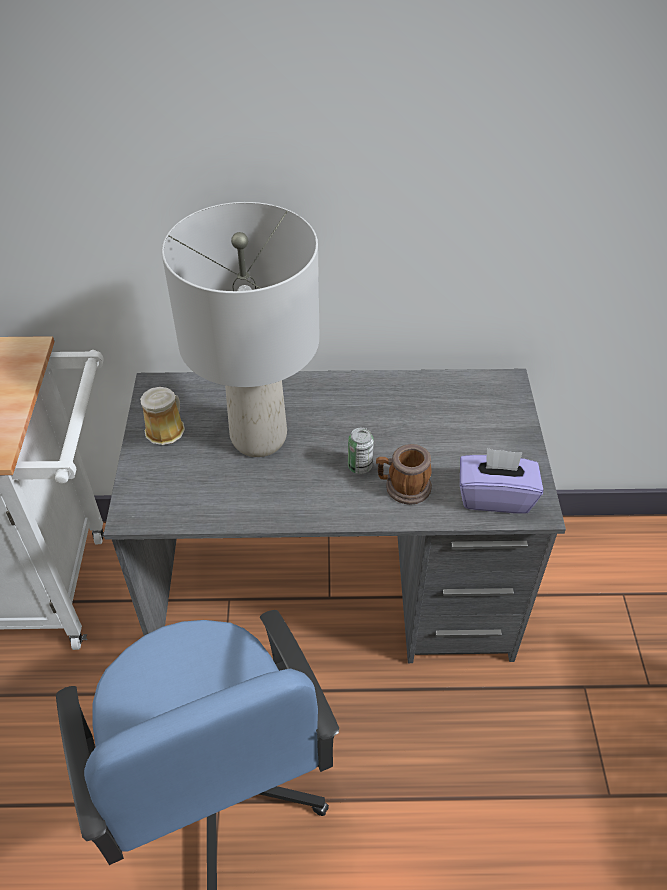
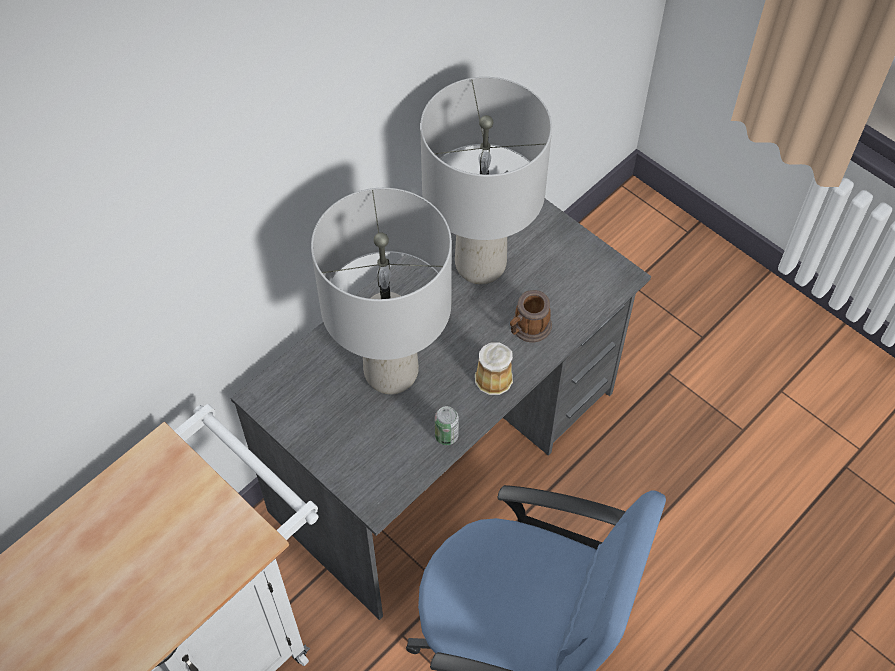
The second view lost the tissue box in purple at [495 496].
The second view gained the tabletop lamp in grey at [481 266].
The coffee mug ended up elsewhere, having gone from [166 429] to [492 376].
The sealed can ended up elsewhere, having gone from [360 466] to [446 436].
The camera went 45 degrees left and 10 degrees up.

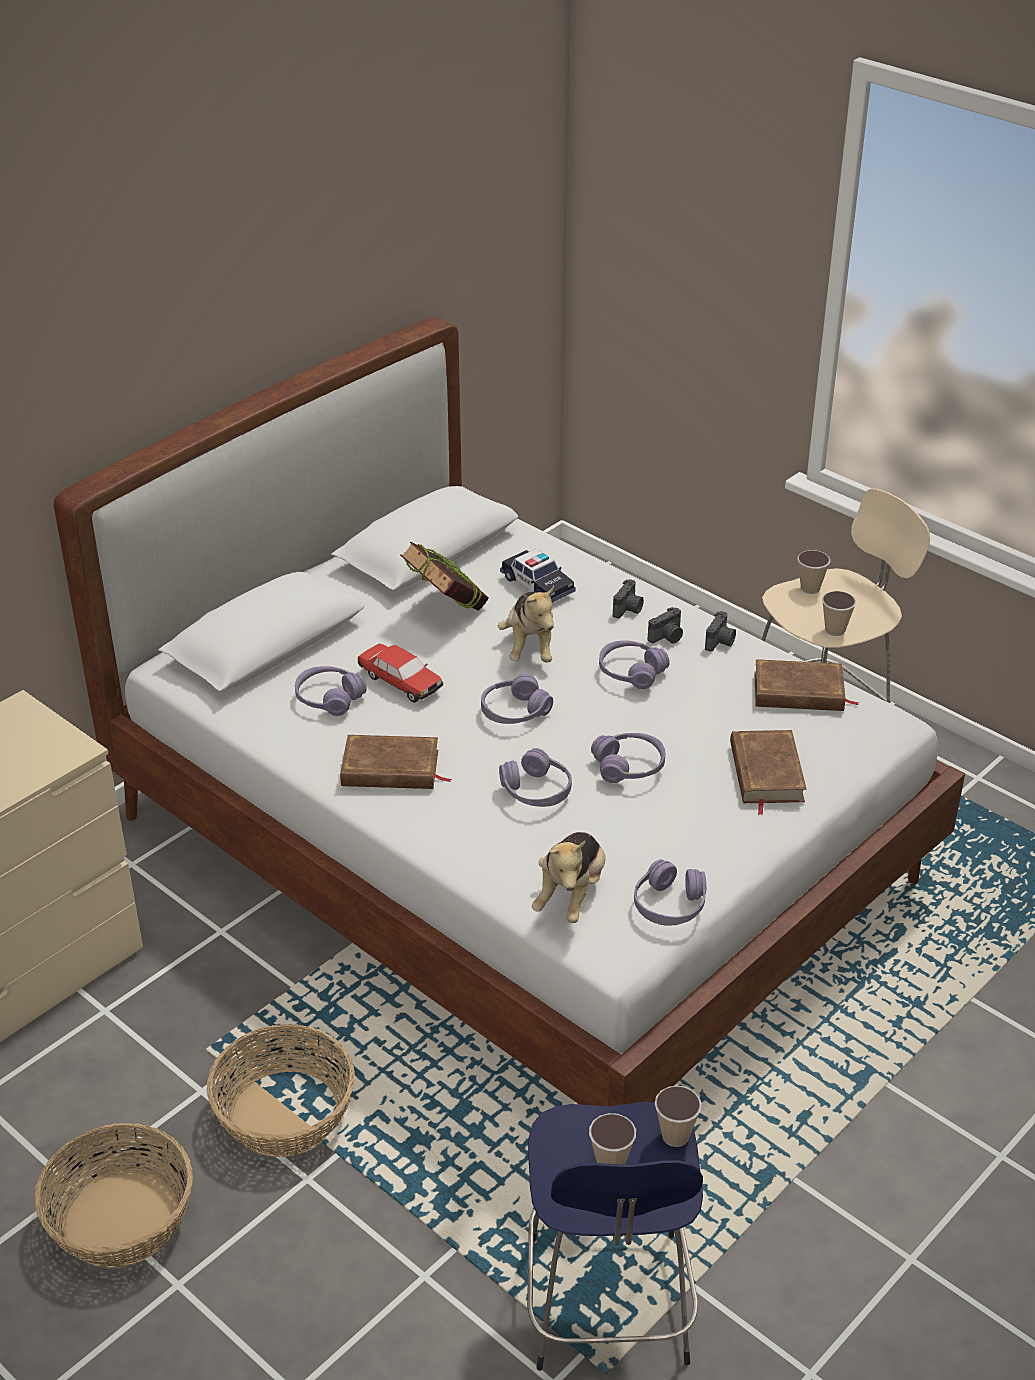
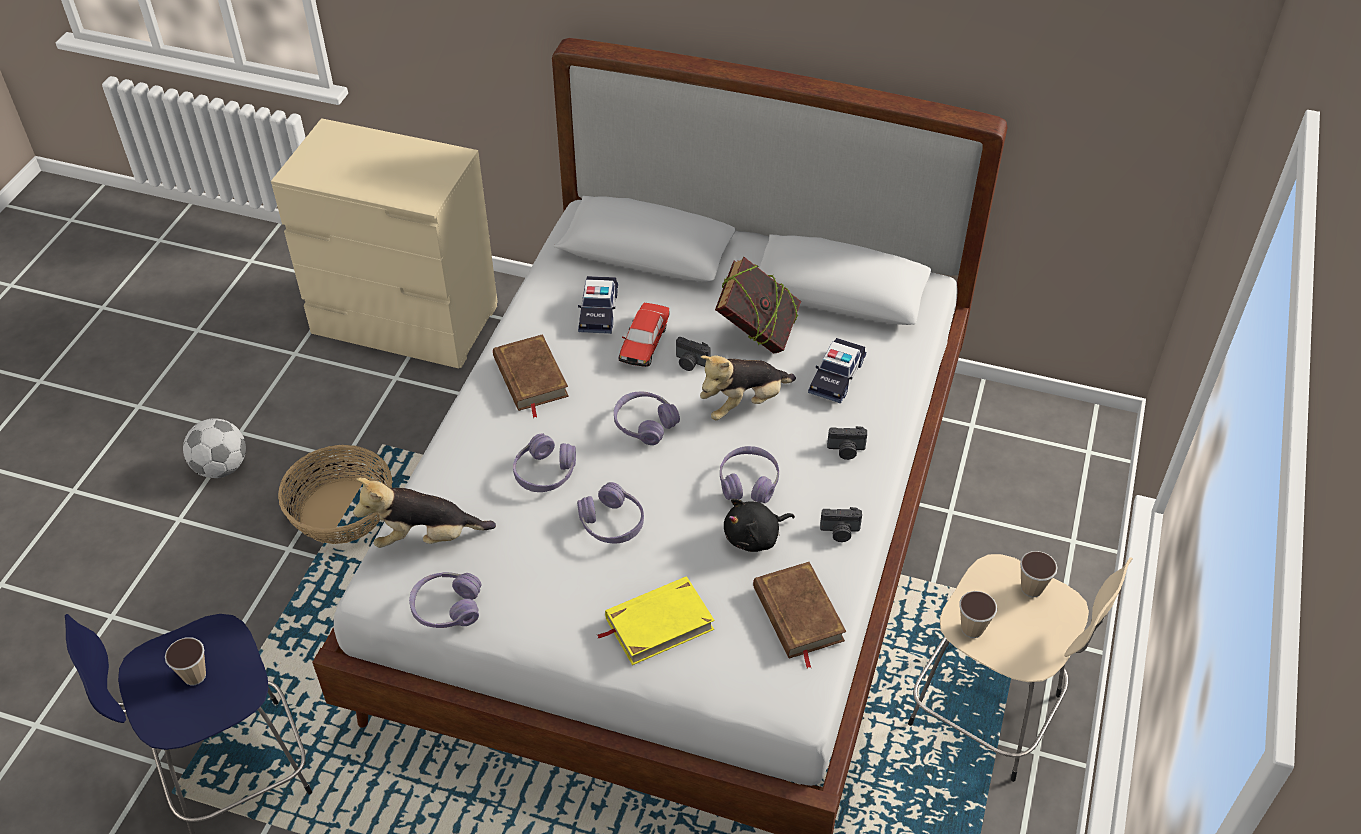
The second view lost the small cup at [675 1136].
The second view gained the cuddly toy in black-coloured at [754 537].
The photo camera ended up elsewhere, having gone from [667 637] to [690 363].
Where the household basket stood at [120 1219], the football ball came to stand at [222 467].
Where the pair of headphones in purple stood at [329 698], the miniature car came to stand at [598 311].
What was the volume in brown at [765 773] turned into the volume in yellow at [658 624].
The camera went 65 degrees right and 10 degrees up.

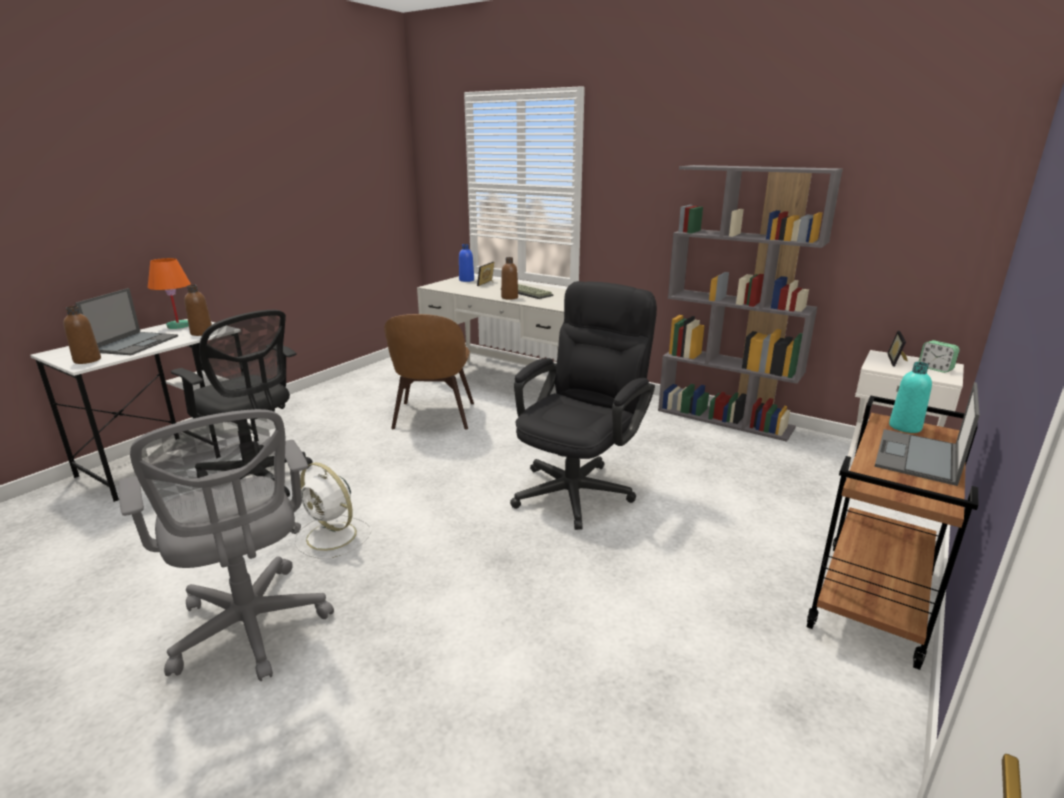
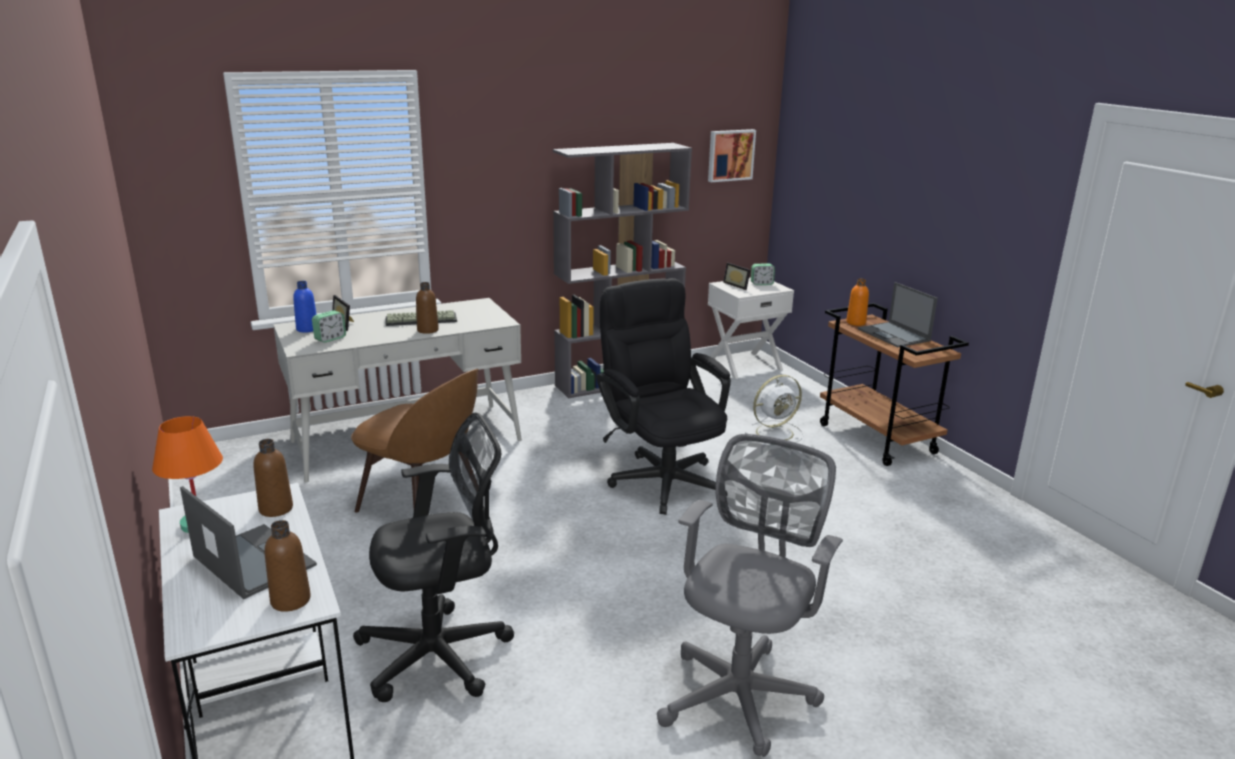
The second view gained the alarm clock at [330 338].
The second view gained the picture at [730 155].
The cooling fan in white ended up elsewhere, having gone from [333 537] to [776 432].
What was the drink bottle in turquoise-coloured at [905 427] turned into the drink bottle in orangey at [856 323].
The computer chair in grey at [251 630] ended up facing another way, 60 degrees counterclockwise from before.
The camera went 60 degrees left and 0 degrees up.

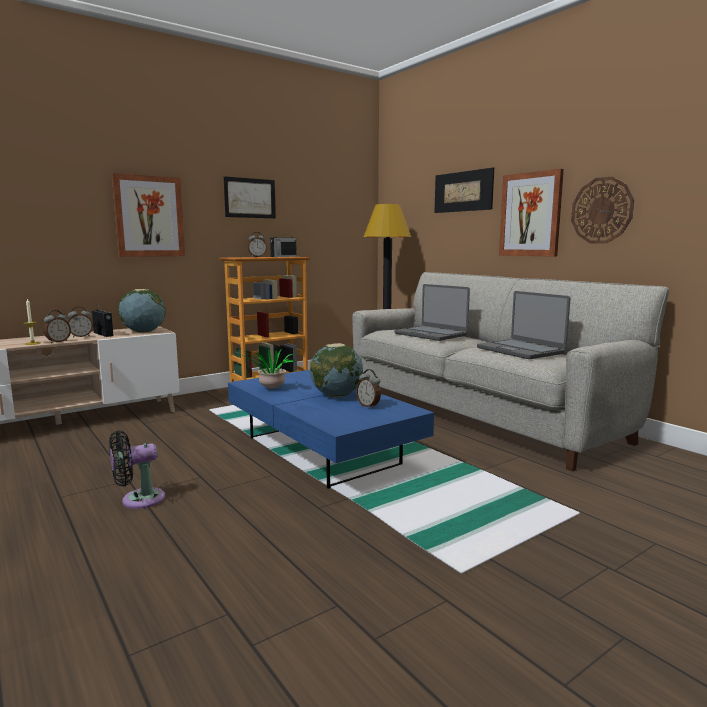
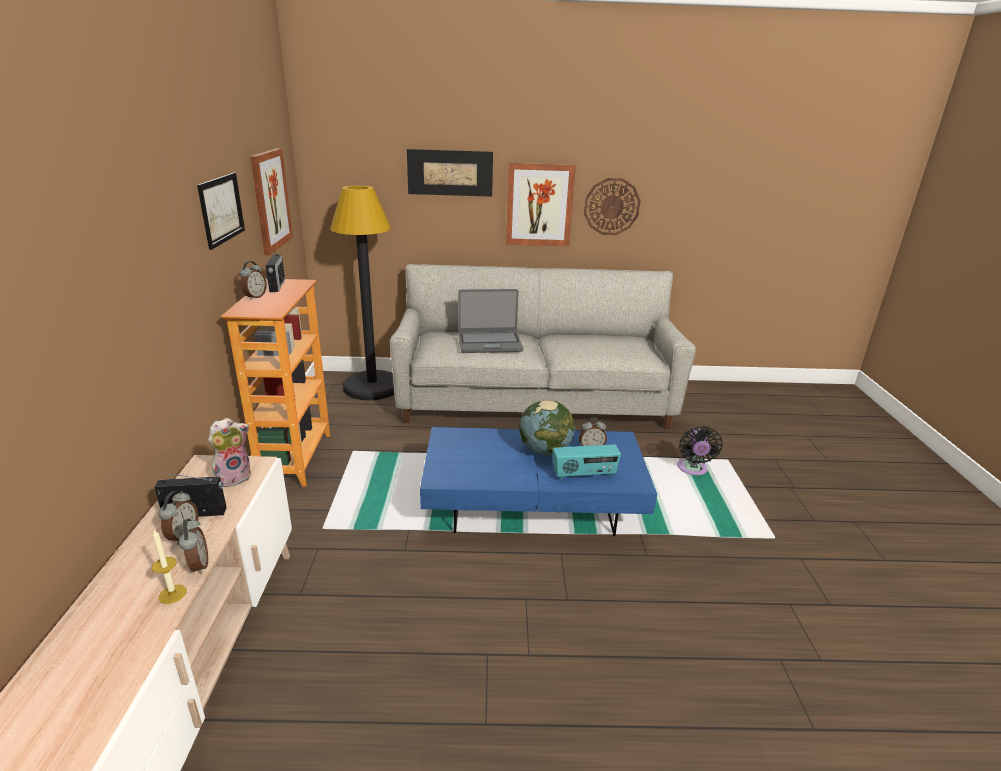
The second view lost the plant in a pot at [271 389].
The second view lost the notebook computer at [520 350].
The second view gained the radio receiver at [584 474].
The cooling fan in black-coloured ended up elsewhere, having gone from [138 500] to [692 470].
The picture ended up elsewhere, having gone from [149 216] to [270 200].
Where the desk globe stood at [143 332], the cuddly toy came to stand at [234 477].
The camera went 55 degrees left and 15 degrees up.

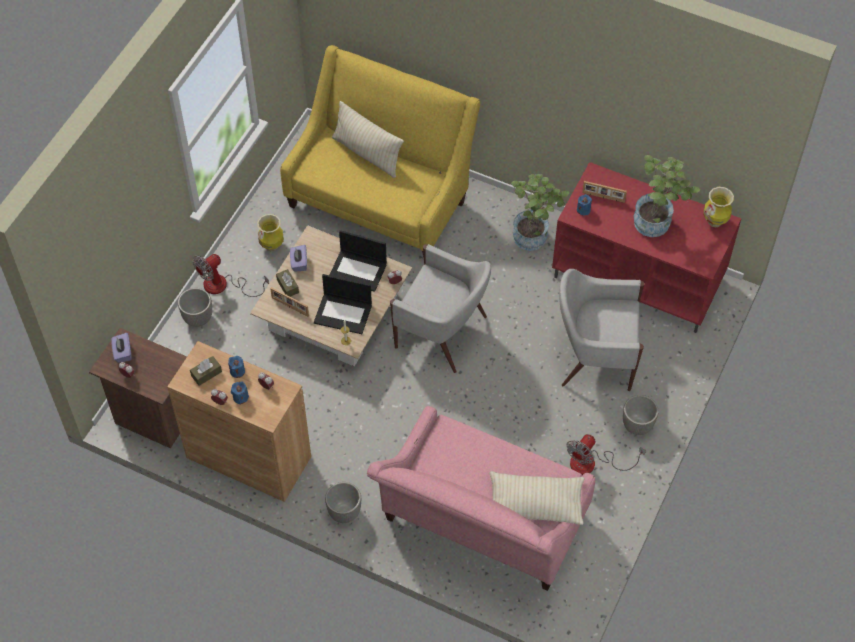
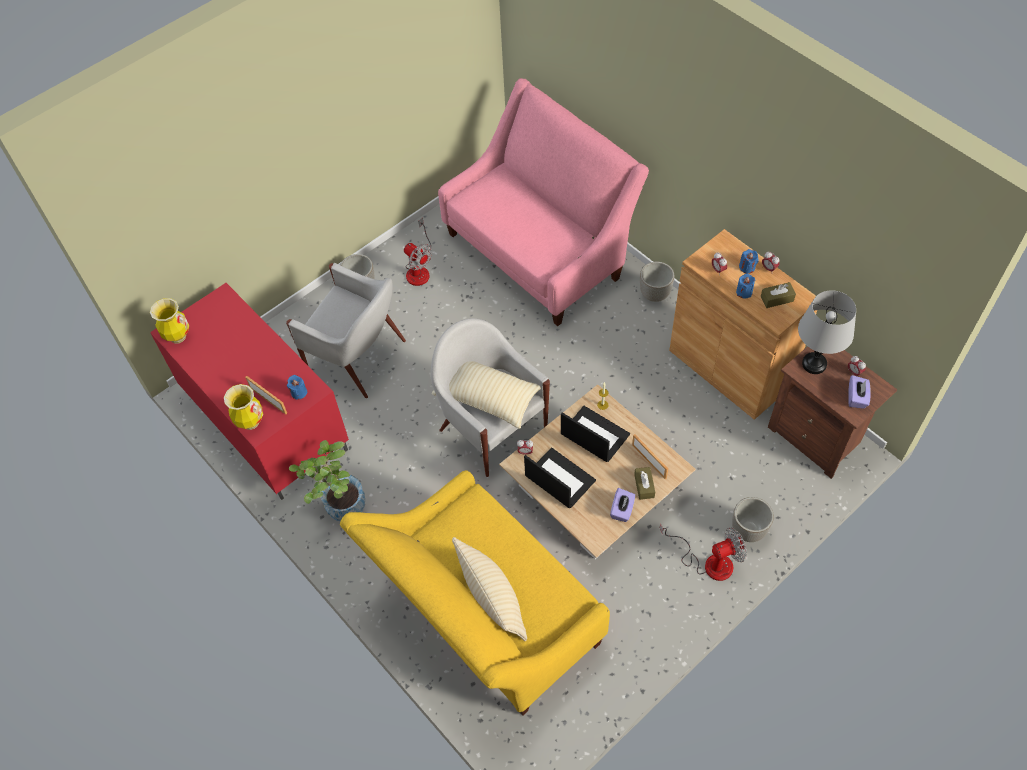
The second view lost the plant in a pot at [657 222].
The second view gained the tabletop lamp in grey at [814 364].
The decorative vase ended up elsewhere, having gone from [272 246] to [250 422].
The pillow in beige ended up elsewhere, having gone from [535 504] to [488 397].
The cooling fan at [592 464] ended up facing another way, 75 degrees clockwise from before.
The camera went 155 degrees left and 0 degrees up.

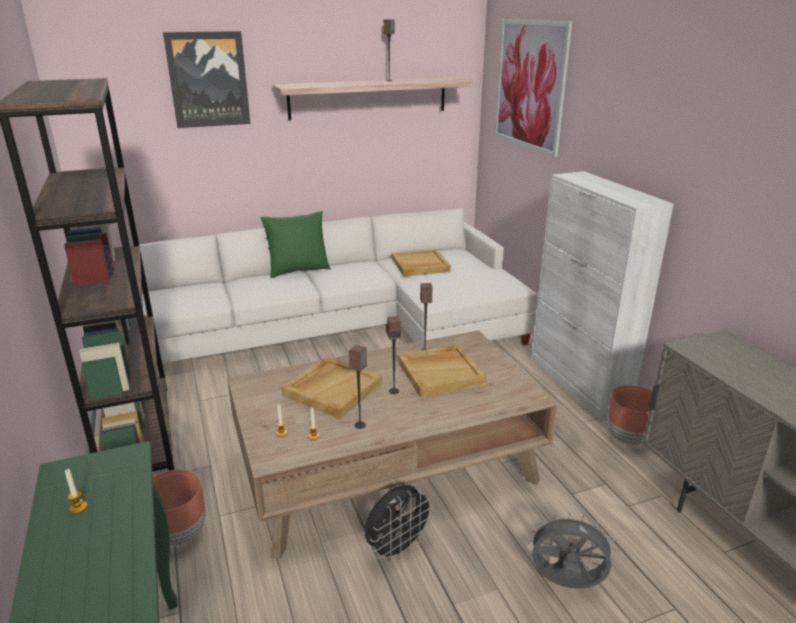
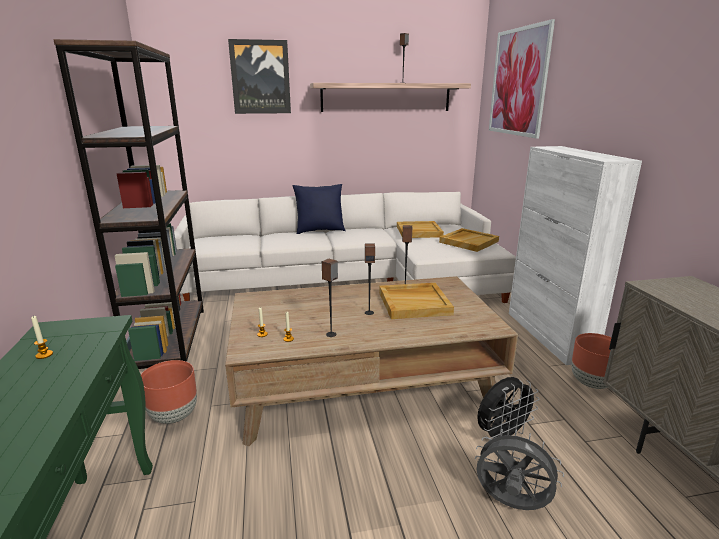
The carrying tray in beige ended up elsewhere, having gone from [332 389] to [468 242].
The cooling fan in black-coloured ended up elsewhere, having gone from [397 549] to [502 436].
What was the pillow in green-coloured at [298 271] turned into the pillow in bluish at [319 231].
The camera went 10 degrees right and 5 degrees down.

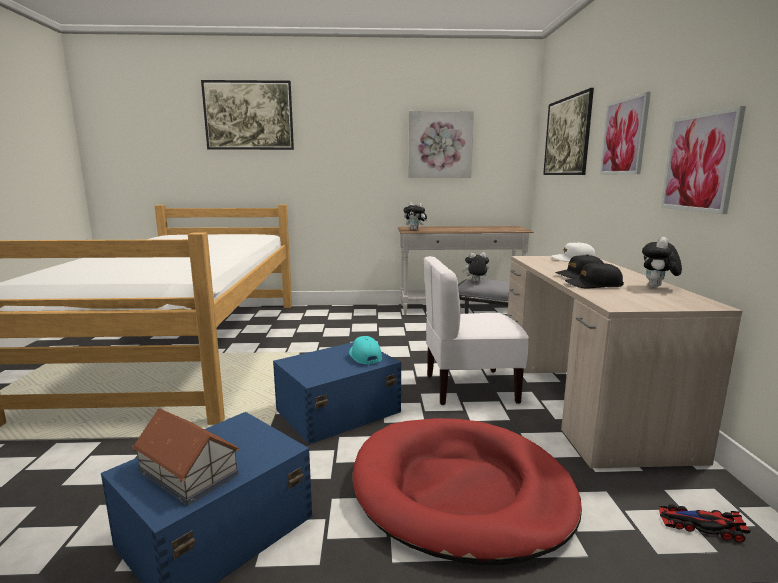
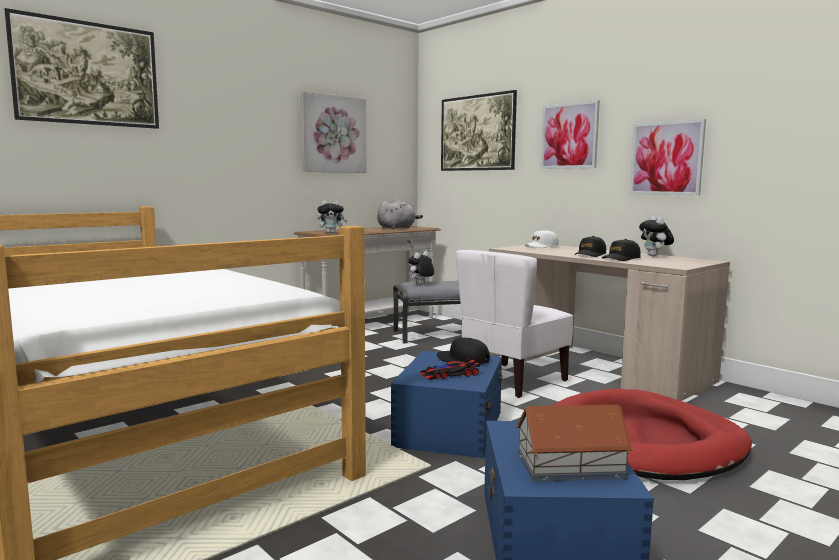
The second view gained the cuddly toy in grey at [397 228].
The miniature car ended up elsewhere, having gone from [700 525] to [450 374].
What was the cap in turquoise-coloured at [364 356] turned into the cap in black-coloured at [463 360].
The camera went 40 degrees left and 5 degrees down.

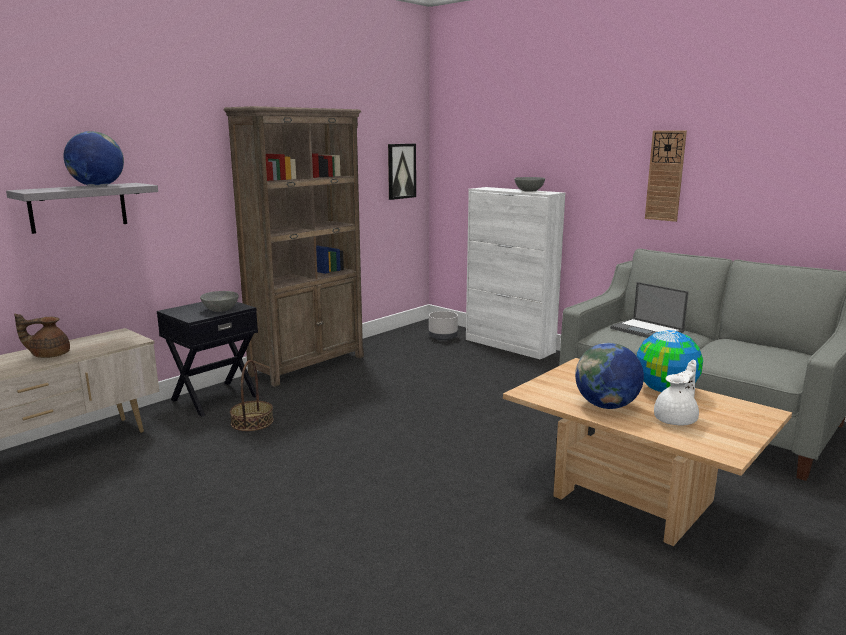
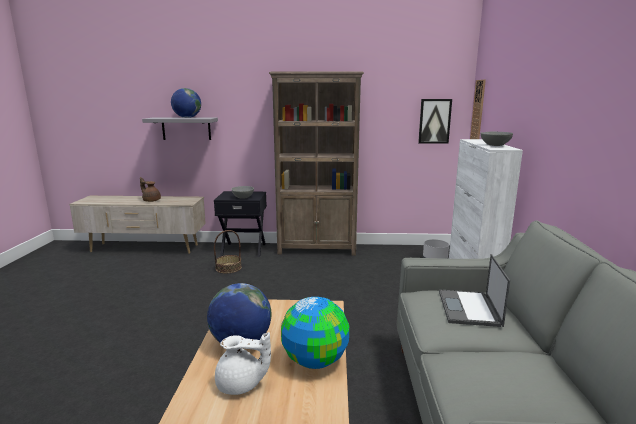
The hanging clock ended up elsewhere, having gone from [665 176] to [478 111].
The camera went 50 degrees right and 0 degrees up.

